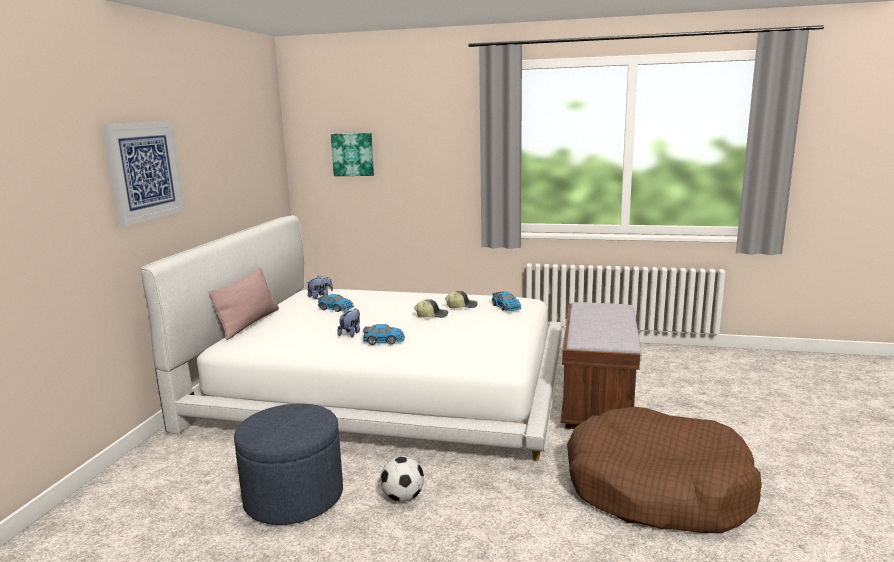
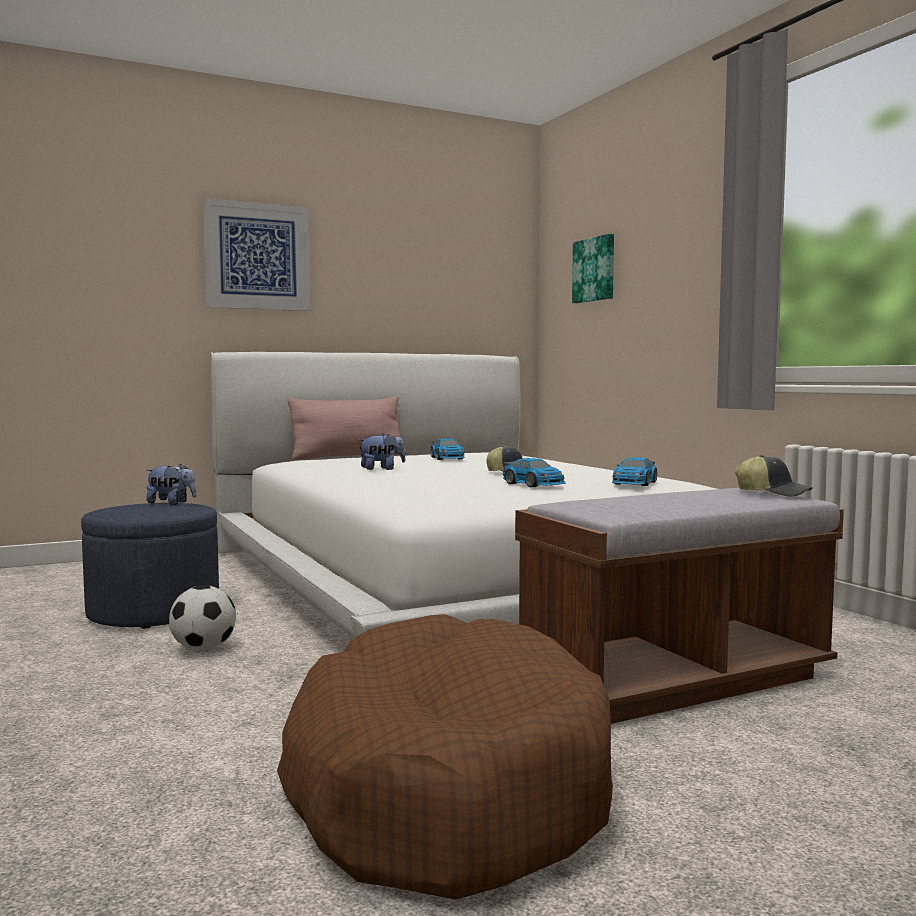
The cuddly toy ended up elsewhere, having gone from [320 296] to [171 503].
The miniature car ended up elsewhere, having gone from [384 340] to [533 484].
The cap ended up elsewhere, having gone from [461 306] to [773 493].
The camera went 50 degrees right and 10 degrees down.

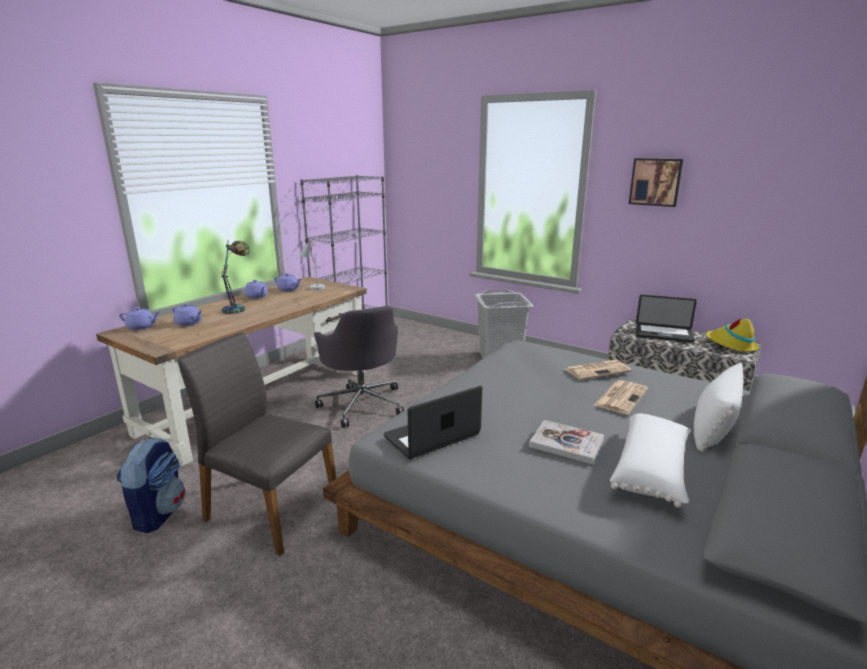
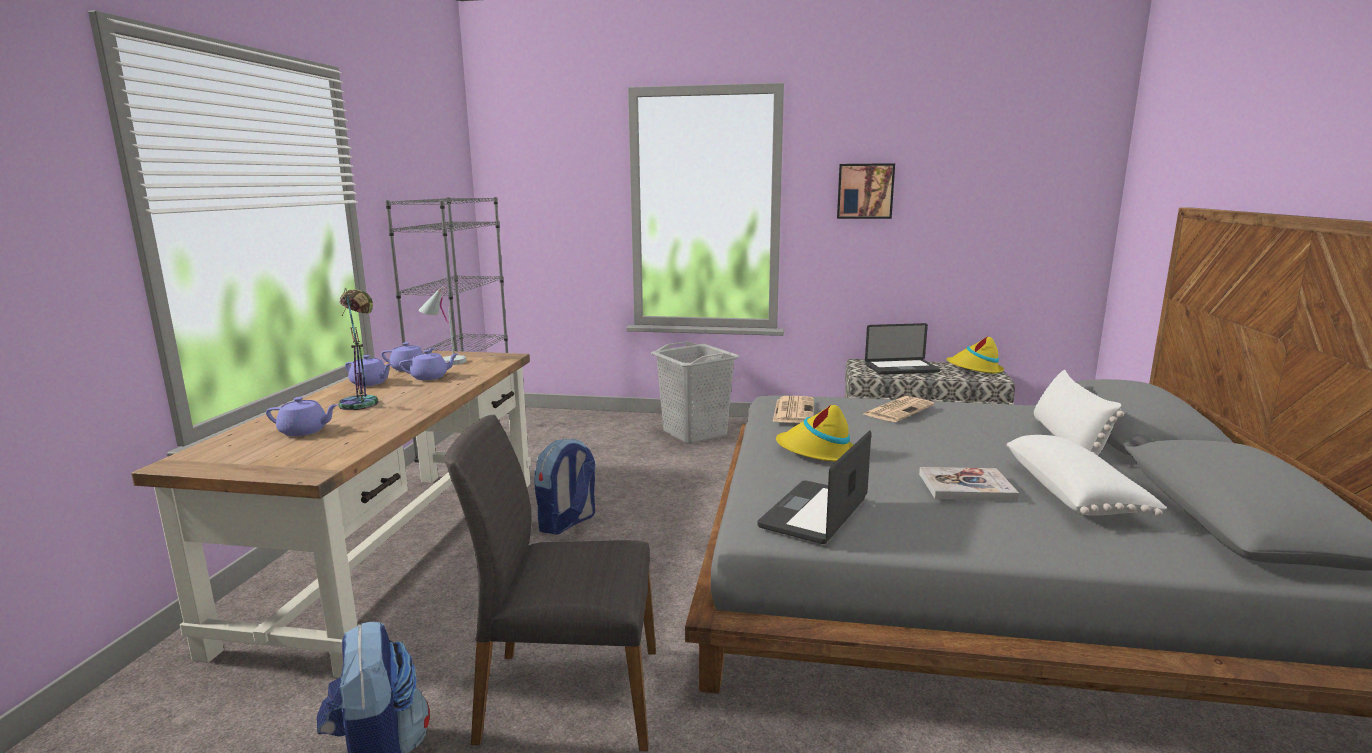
The second view gained the wearable hat in yellow at [816 452].
The teapot in purple ended up elsewhere, having gone from [142 327] to [430 377].
The daily paper ended up elsewhere, having gone from [621 397] to [793 410].
Where the computer chair in grey stood at [362 404], the backpack came to stand at [567 523].
The camera went 25 degrees left and 5 degrees down.

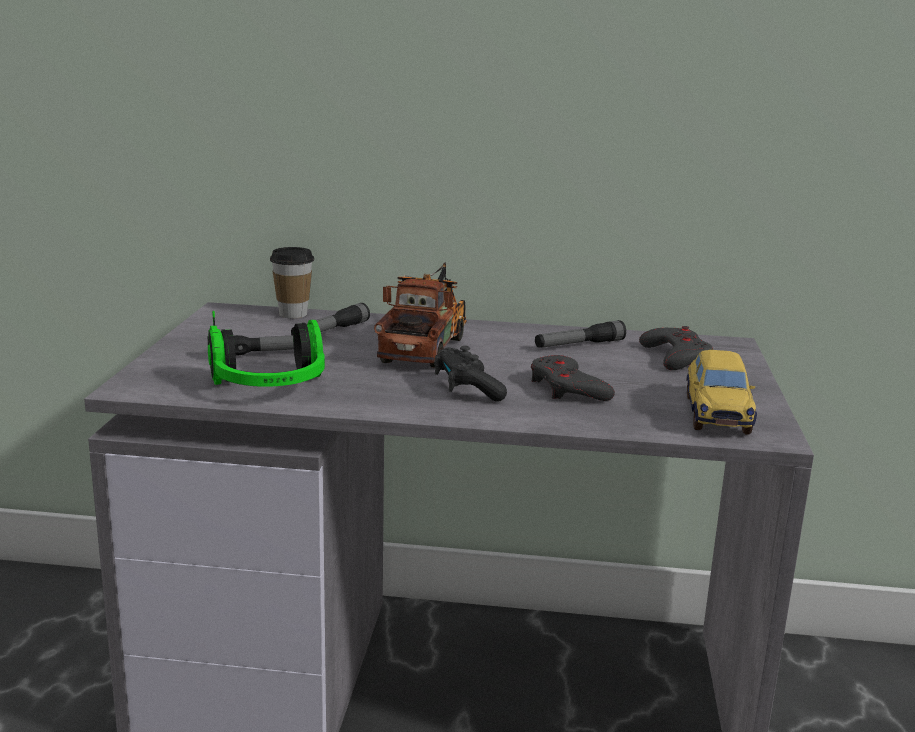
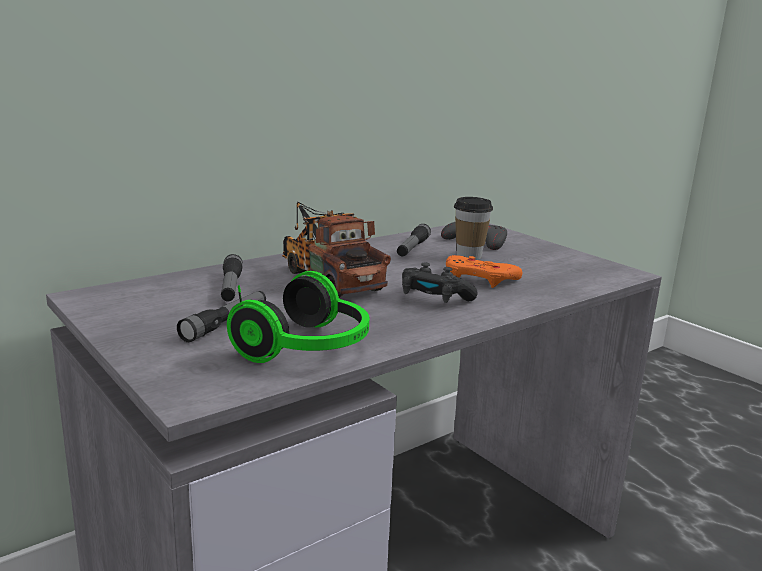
The second view lost the miniature car at [716 413].
The small cup ended up elsewhere, having gone from [293 314] to [469 256].
What was the gamepad in grey at [567 388] turned into the gamepad in orangey at [480 278].
The camera went 45 degrees left and 0 degrees up.

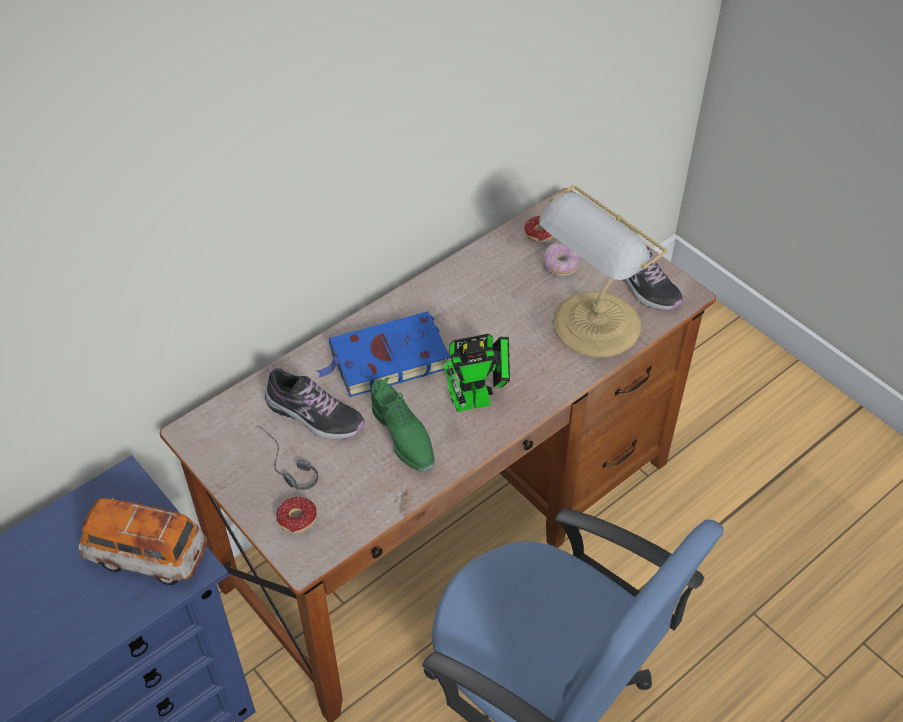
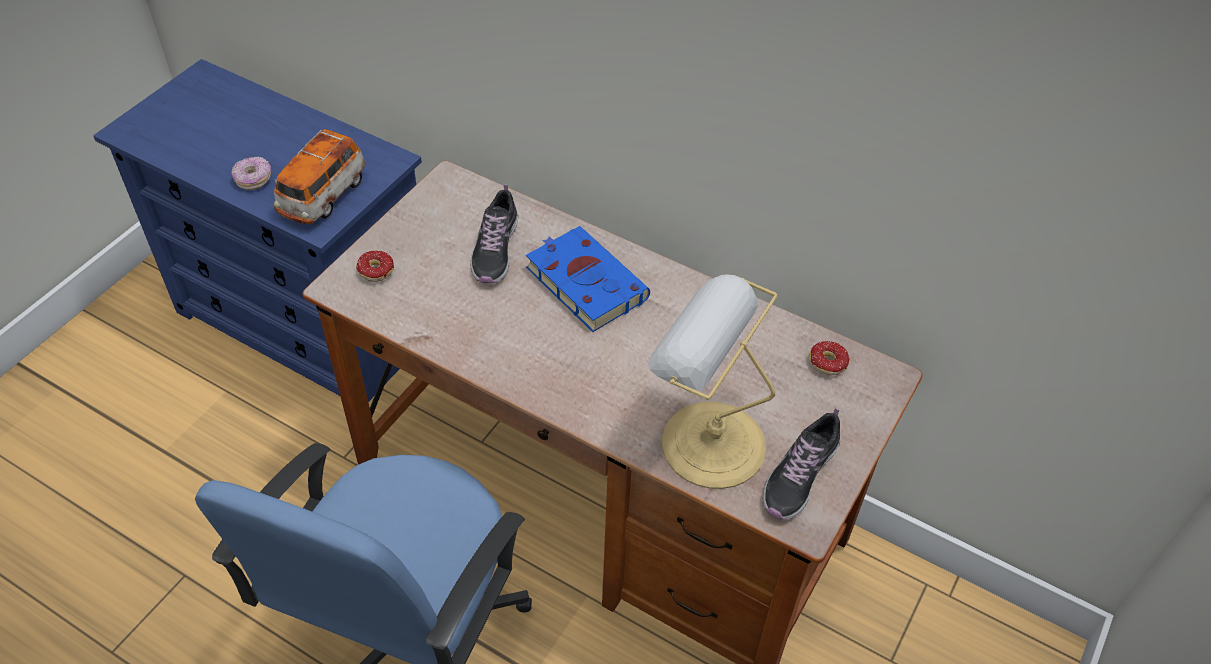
The second view lost the pair of headphones at [282 466].
The second view lost the item of footwear in green-coloured at [404 437].
The second view lost the toy robot at [478 400].
The doughnut ended up elsewhere, having gone from [560 266] to [253 179].
The miniature car at [147 555] ended up facing another way, 150 degrees counterclockwise from before.
The camera went 70 degrees right and 0 degrees up.

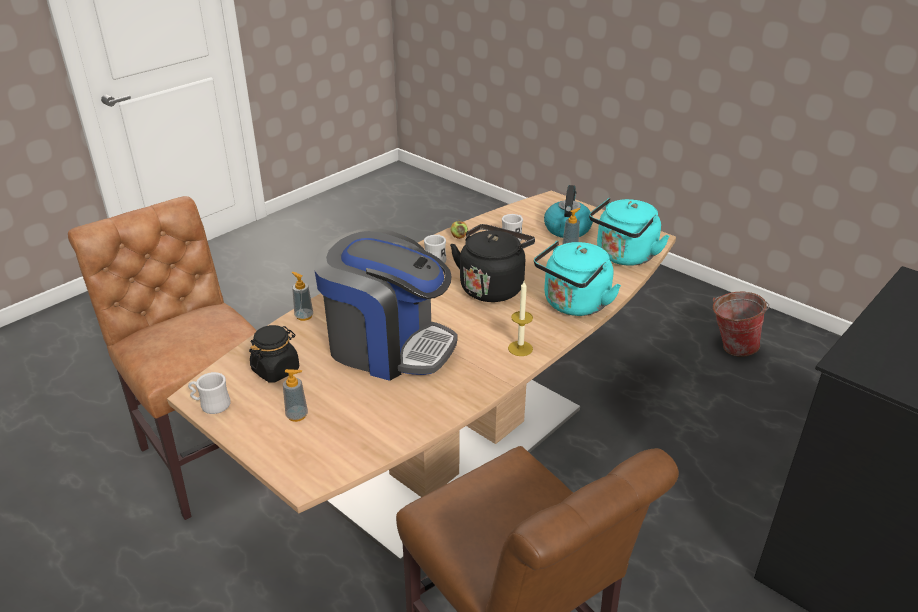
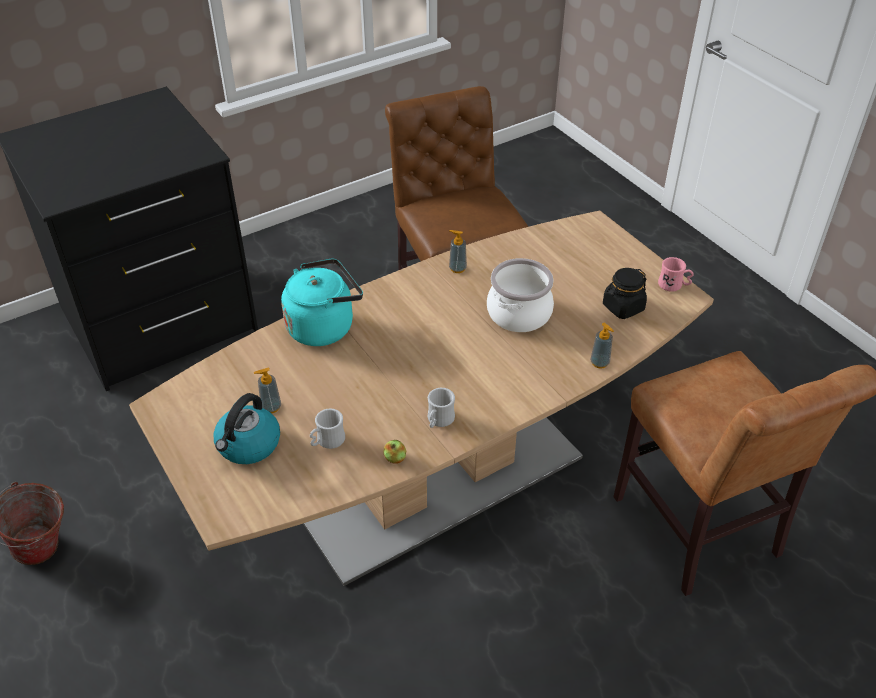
The second view lost the tea kettle in black-coloured at [492 287].
The second view lost the wax candle at [520 348].
The second view lost the tea kettle in turquoise-coloured at [623 257].
The soap dispenser ended up elsewhere, having gone from [297 415] to [457 268].
Where the coffee brewer stood at [388 345], the cooking pot came to stand at [519 314].
What was the coffee mug in white at [211 405] turned into the coffee mug in pinkish at [674 285].
The camera went 165 degrees left and 10 degrees up.

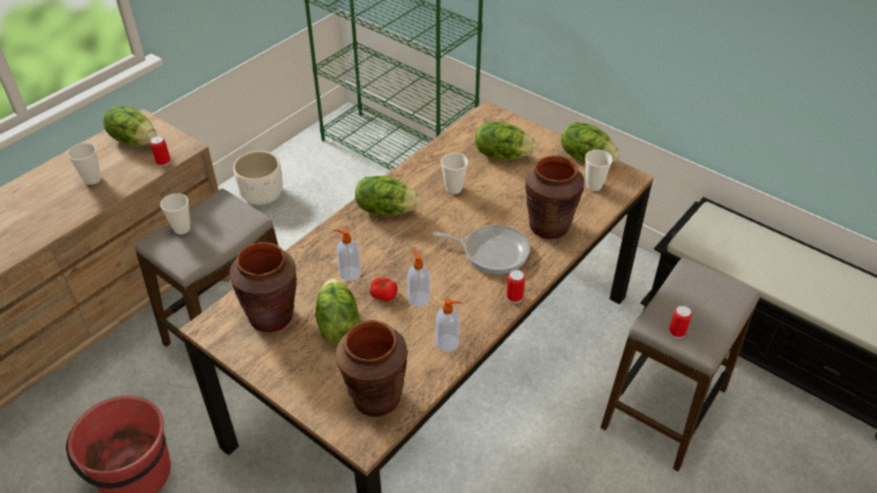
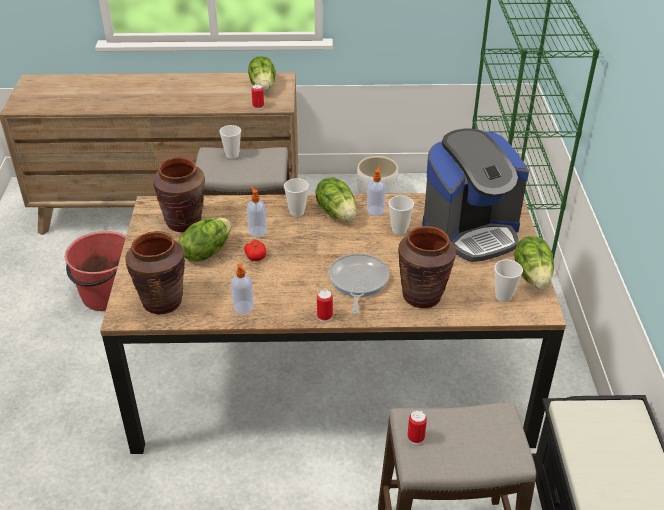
The small cup ended up elsewhere, having gone from [92 179] to [297 212].
The soap dispenser ended up elsewhere, having gone from [418 298] to [376 210].
Where the head of lettuce stood at [502 154], the coffee brewer came to stand at [471 232].
The pan at [492 251] ended up facing another way, 150 degrees counterclockwise from before.
The camera went 50 degrees right and 5 degrees down.

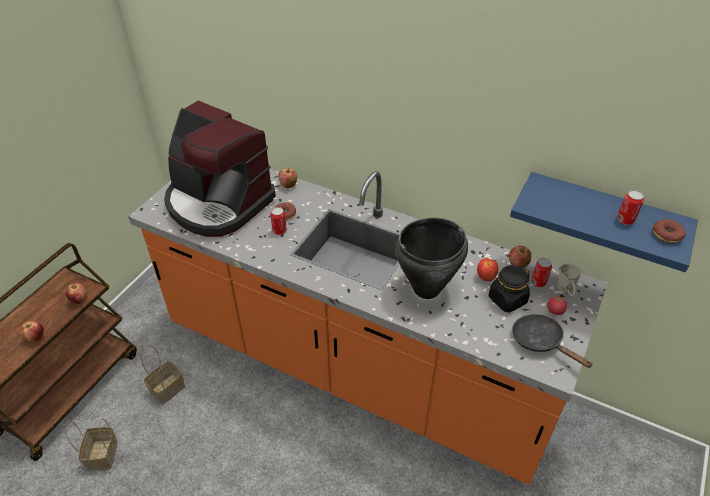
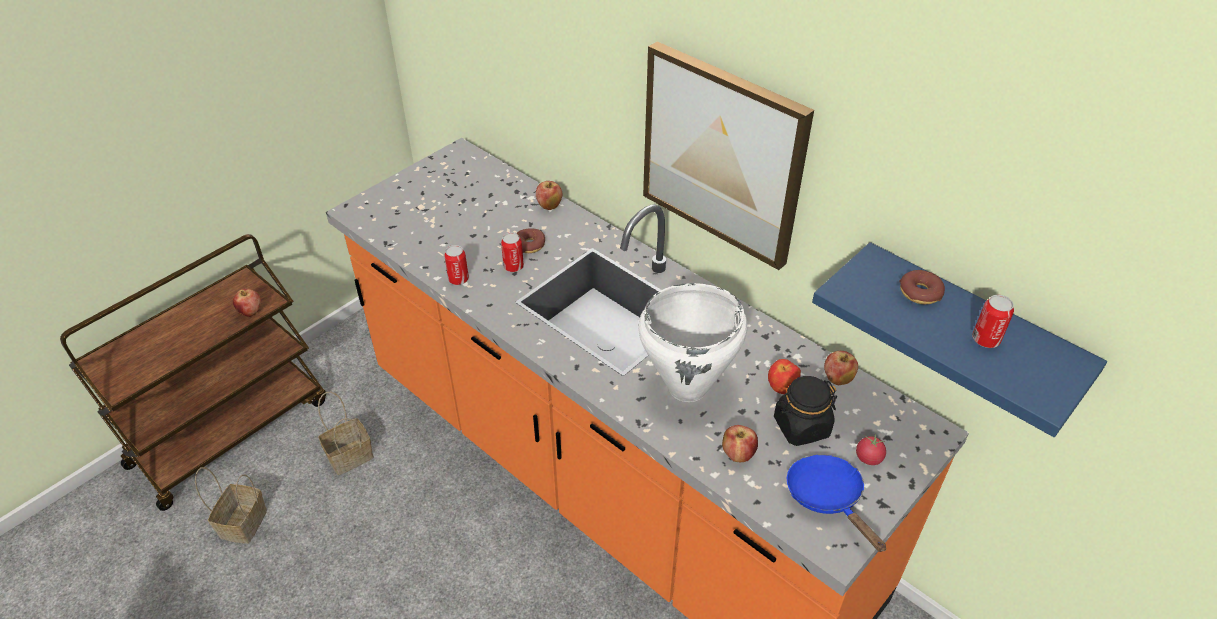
The second view lost the coffee brewer at [218 203].
The second view lost the coffee mug in white at [566 291].
The second view gained the picture at [723 154].
The whole apple ended up elsewhere, having gone from [36 337] to [738 454].
The sealed can ended up elsewhere, having gone from [538 282] to [458 279].
The doughnut ended up elsewhere, having gone from [667 235] to [920 293].
What was the cooking pot in black-coloured at [427 289] turned into the cooking pot in white at [688 388].
What was the pan in black-coloured at [540 341] turned into the pan in bluish at [828 498].
The camera went 15 degrees right and 0 degrees up.

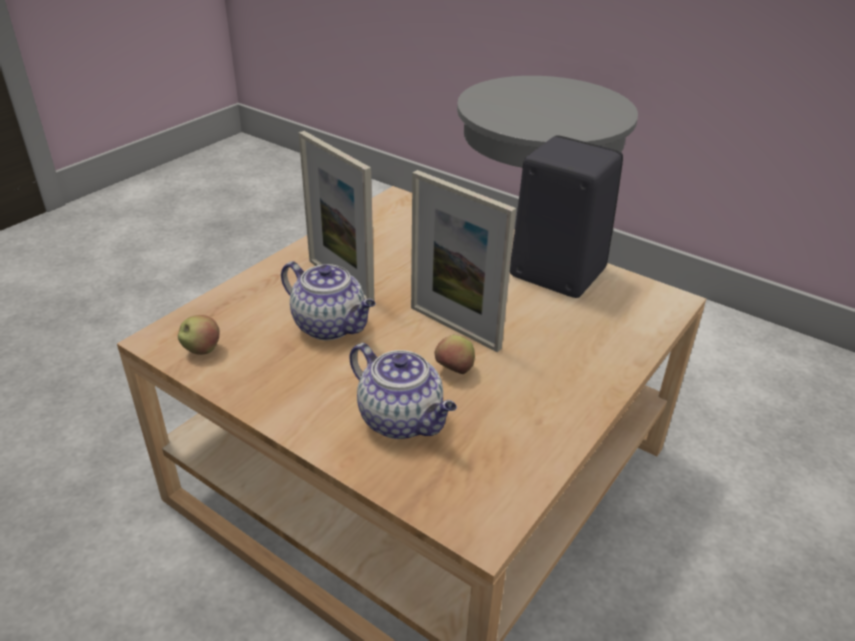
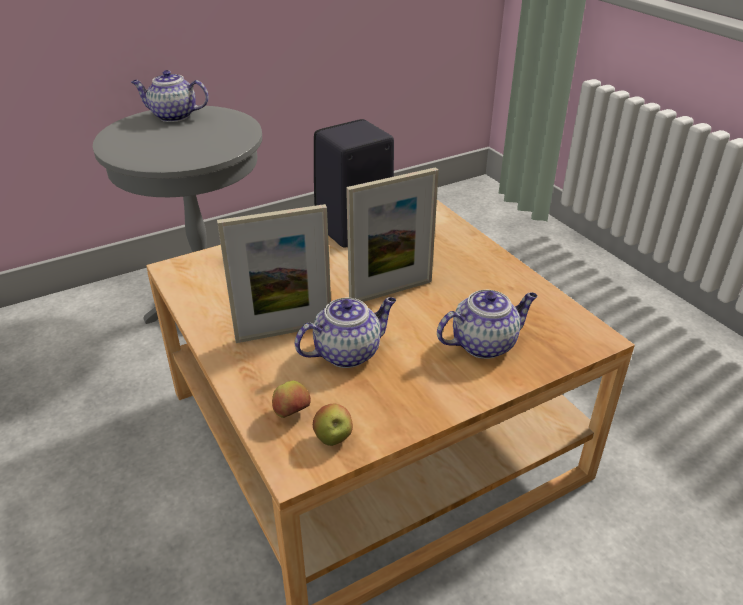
The second view gained the teapot at [173 116].
The whole apple ended up elsewhere, having gone from [454 371] to [292 414].
The camera went 65 degrees left and 0 degrees up.

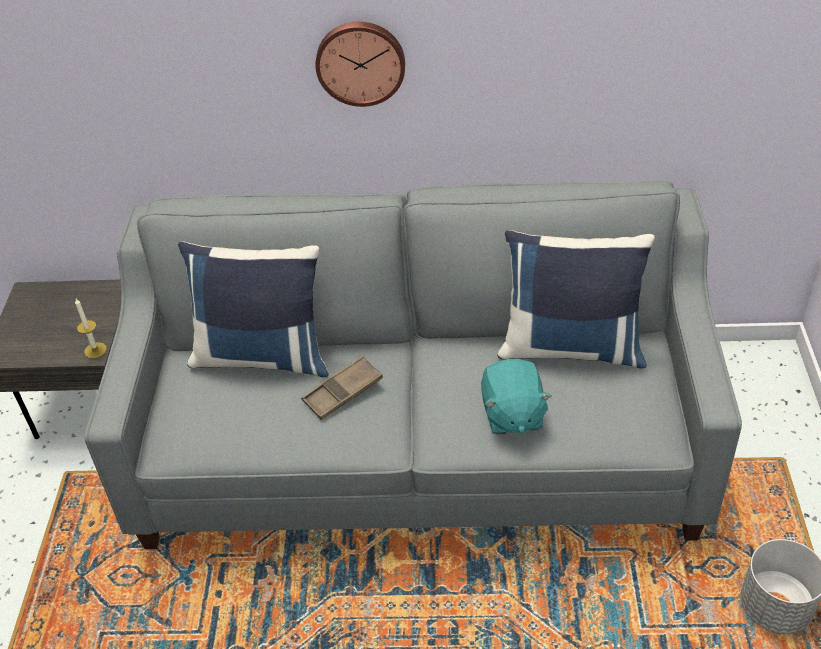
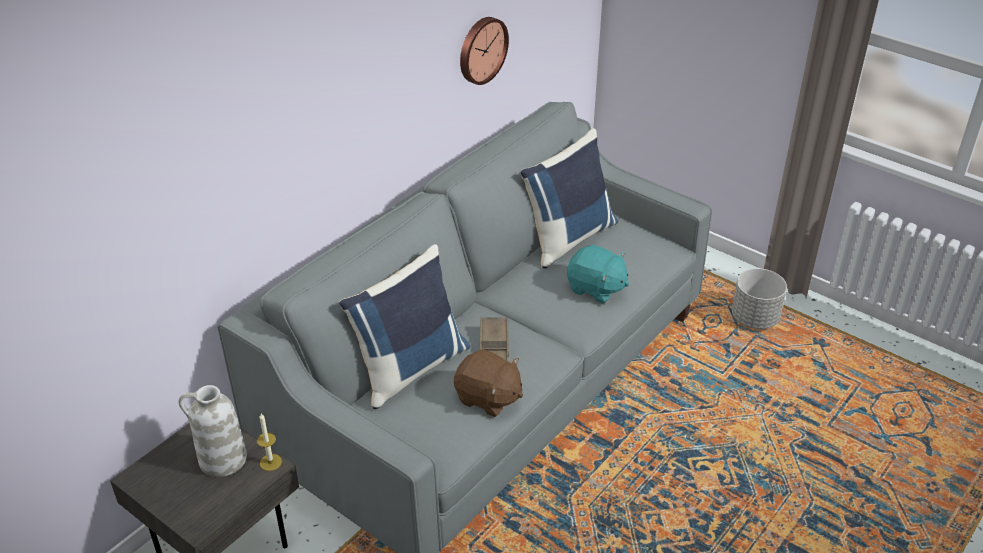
The second view gained the decorative vase in white at [222 460].
The second view gained the cuddly toy in brown at [488 398].
The hanging clock ended up elsewhere, having gone from [360 62] to [481 49].
The camera went 55 degrees left and 5 degrees down.

